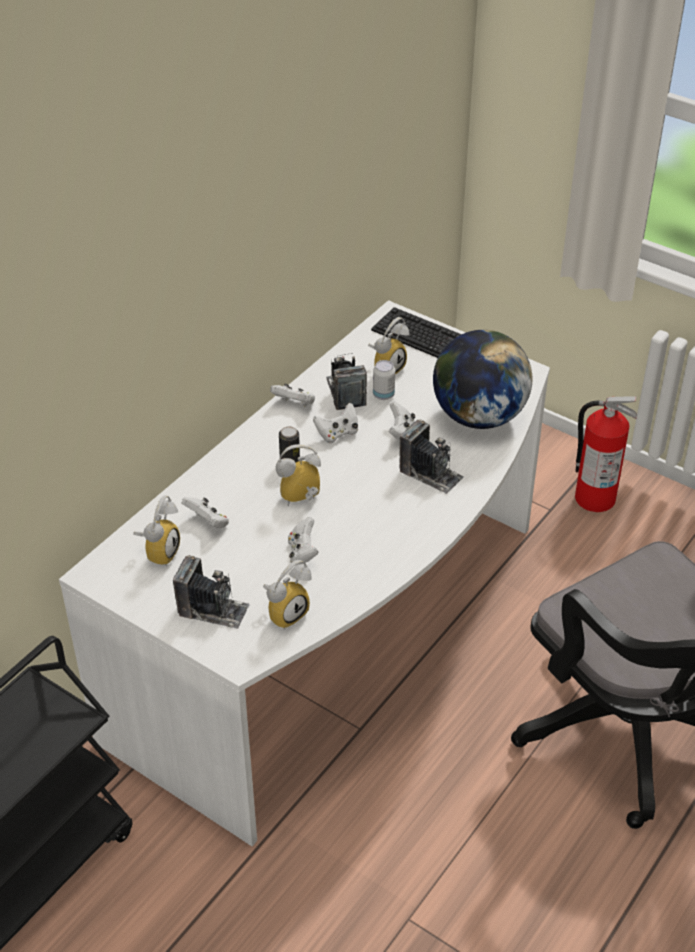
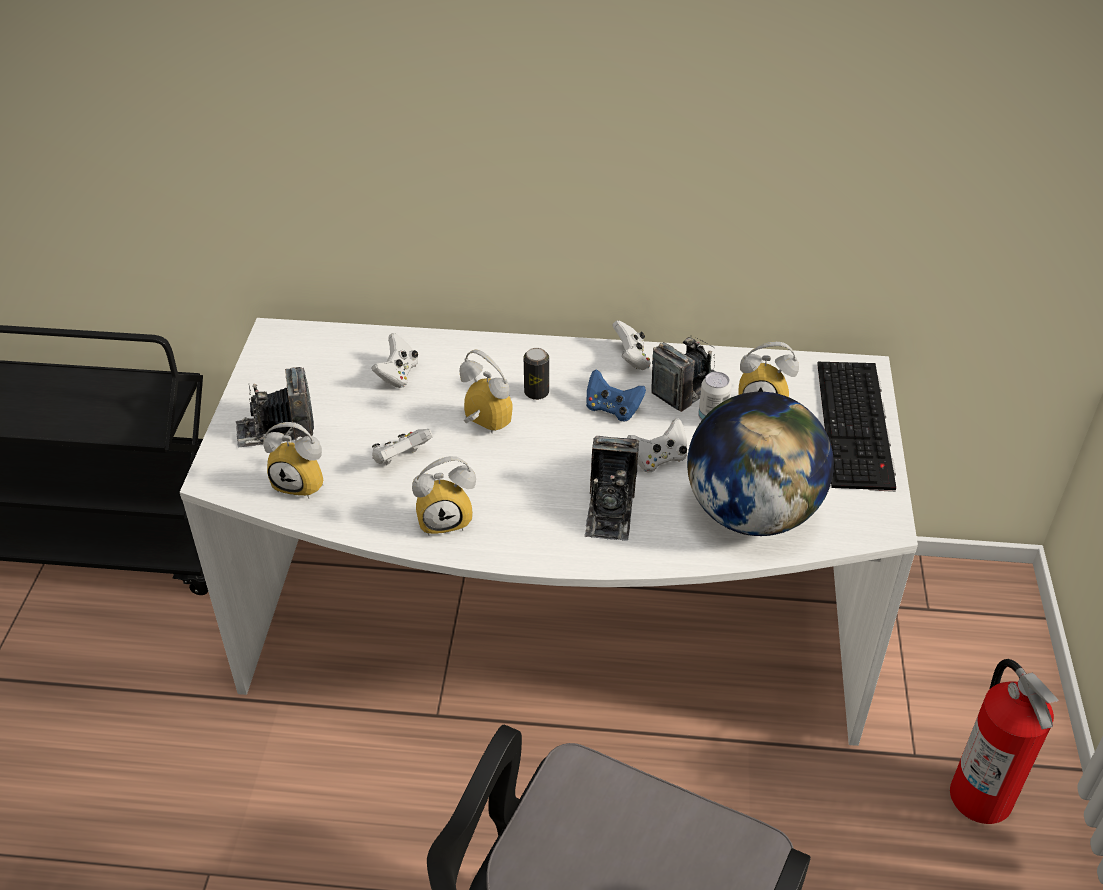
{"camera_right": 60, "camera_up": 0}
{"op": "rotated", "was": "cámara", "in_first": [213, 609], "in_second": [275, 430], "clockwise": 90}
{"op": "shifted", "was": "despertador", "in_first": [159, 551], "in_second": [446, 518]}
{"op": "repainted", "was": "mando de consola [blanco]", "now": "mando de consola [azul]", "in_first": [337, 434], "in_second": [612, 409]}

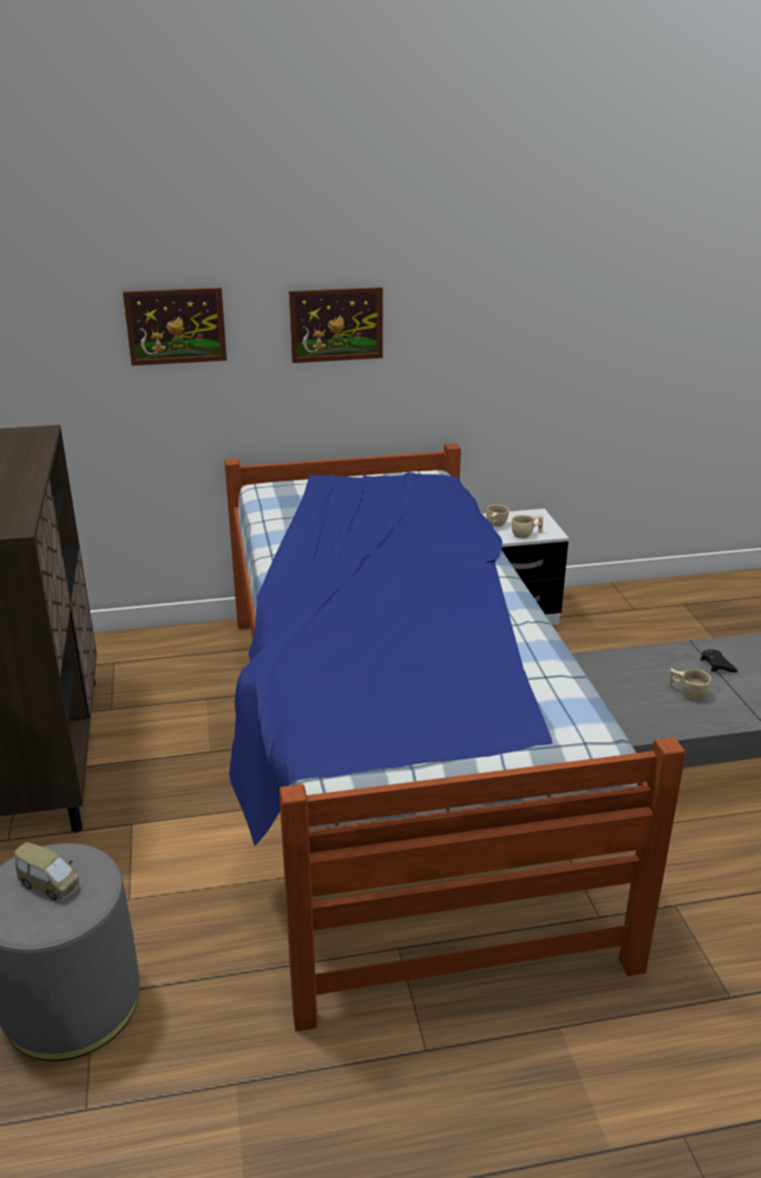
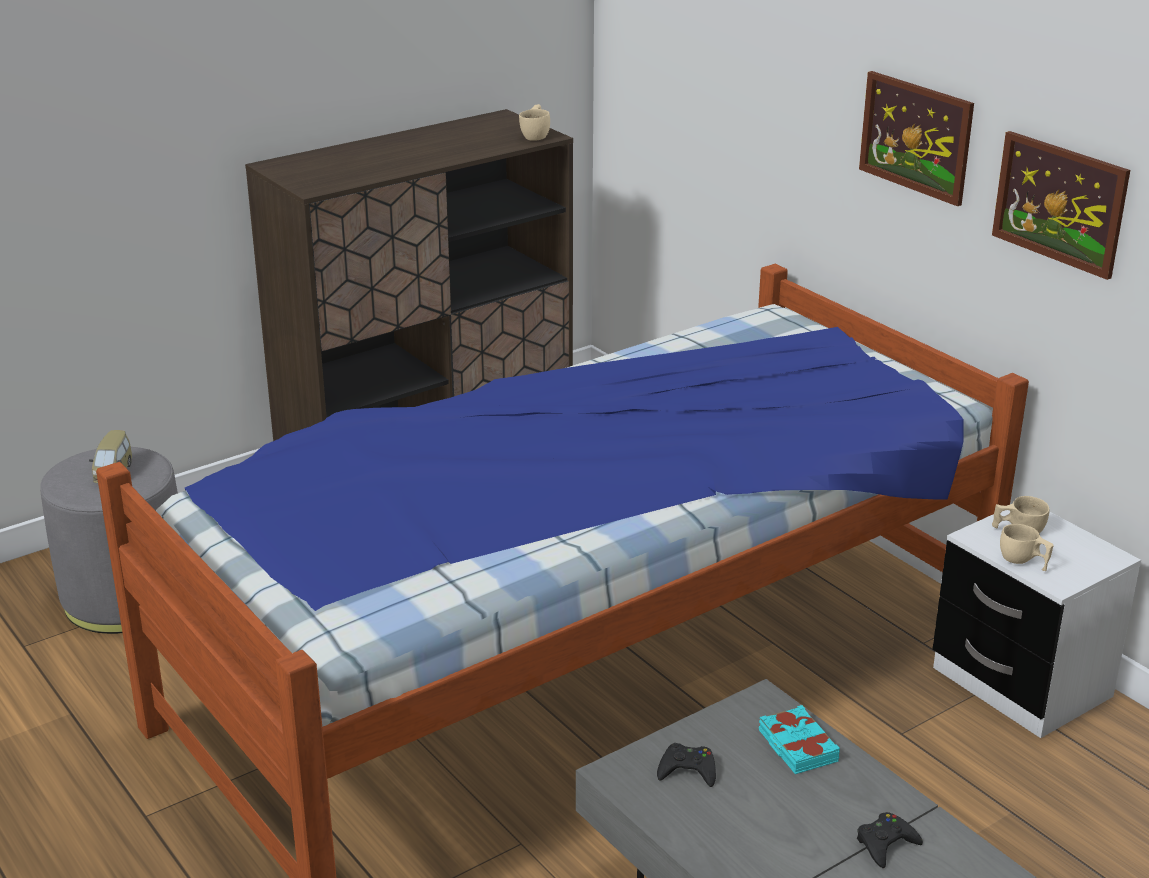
{"camera_right": 65, "camera_up": 0}
{"op": "shifted", "was": "taza [beis]", "in_first": [687, 692], "in_second": [536, 135]}
{"op": "new", "now": "mando de consola [negro]", "in_second": [687, 770]}
{"op": "new", "now": "libro [turquesa]", "in_second": [797, 746]}
{"op": "shifted", "was": "cuadro", "in_first": [176, 326], "in_second": [1059, 203]}

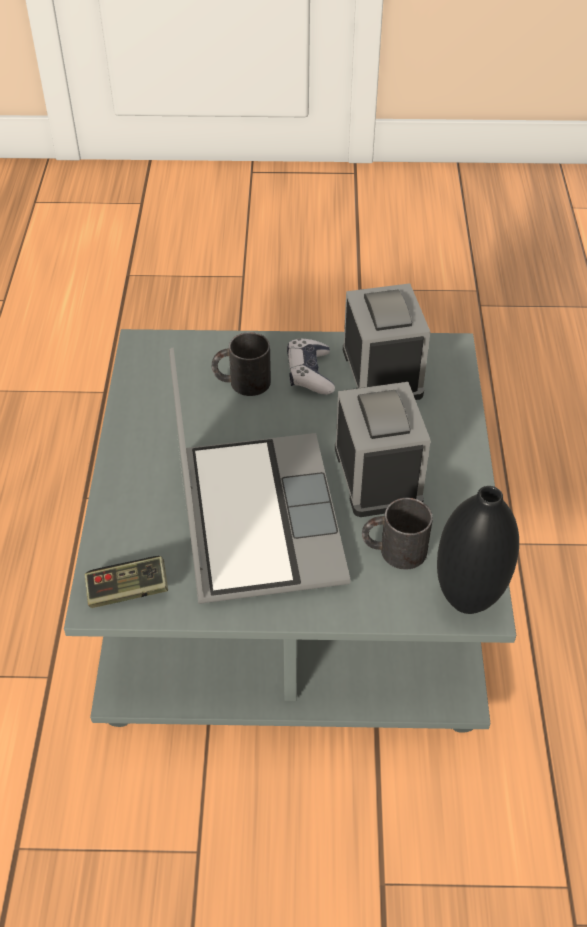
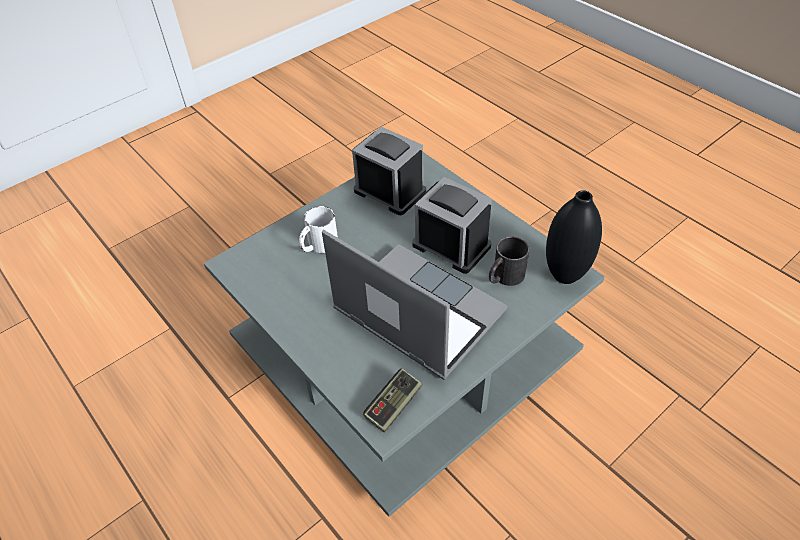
{"camera_right": -40, "camera_up": 0}
{"op": "repainted", "was": "taza grande [negro]", "now": "taza grande [blanco]", "in_first": [241, 382], "in_second": [318, 245]}
{"op": "gone", "was": "mando de consola", "in_first": [310, 374]}

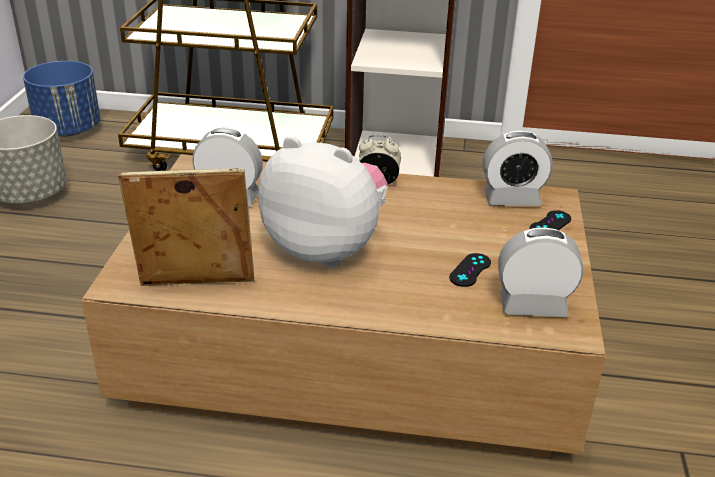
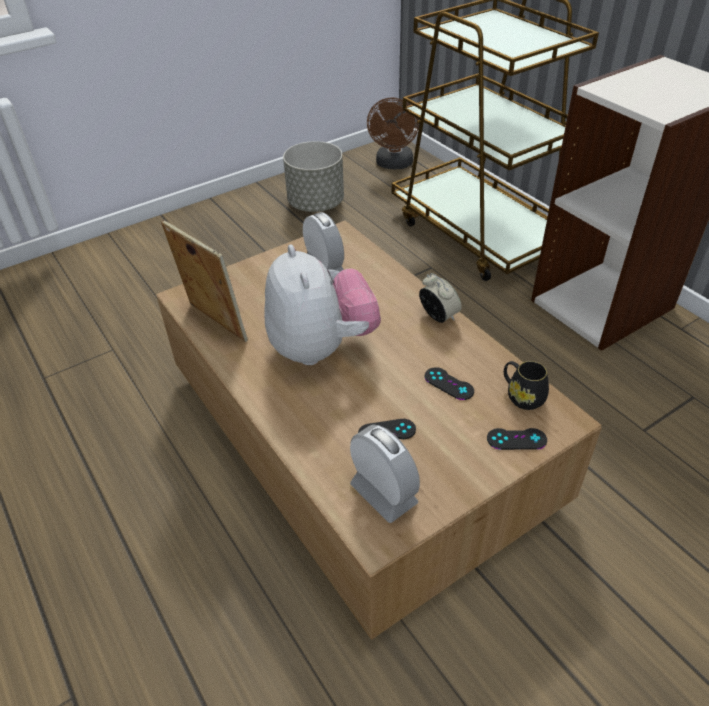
{"camera_right": 50, "camera_up": 10}
{"op": "swapped", "was": "maceta [azul]", "now": "ventilador [marrón]", "in_first": [69, 130], "in_second": [393, 165]}
{"op": "new", "now": "mando de consola [negro]", "in_second": [449, 384]}
{"op": "swapped", "was": "despertador", "now": "taza grande [negro]", "in_first": [512, 199], "in_second": [521, 396]}

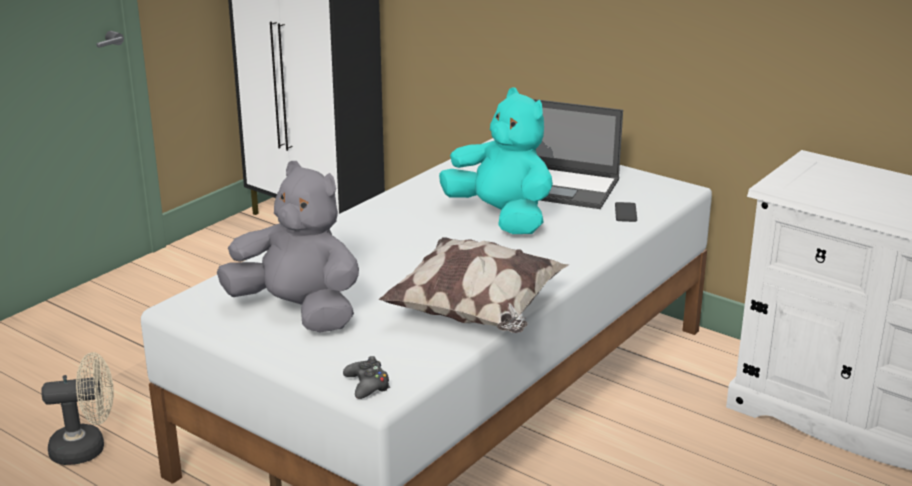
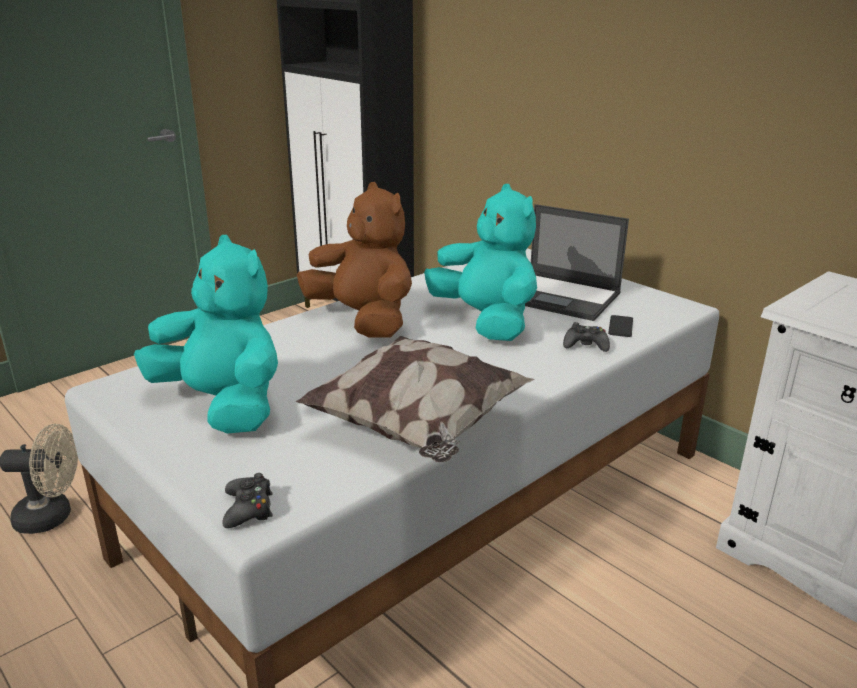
{"camera_right": 10, "camera_up": 0}
{"op": "repainted", "was": "peluche [gris]", "now": "peluche [turquesa]", "in_first": [298, 312], "in_second": [223, 405]}
{"op": "new", "now": "peluche [marrón]", "in_second": [363, 320]}
{"op": "new", "now": "mando de consola [negro]", "in_second": [585, 345]}

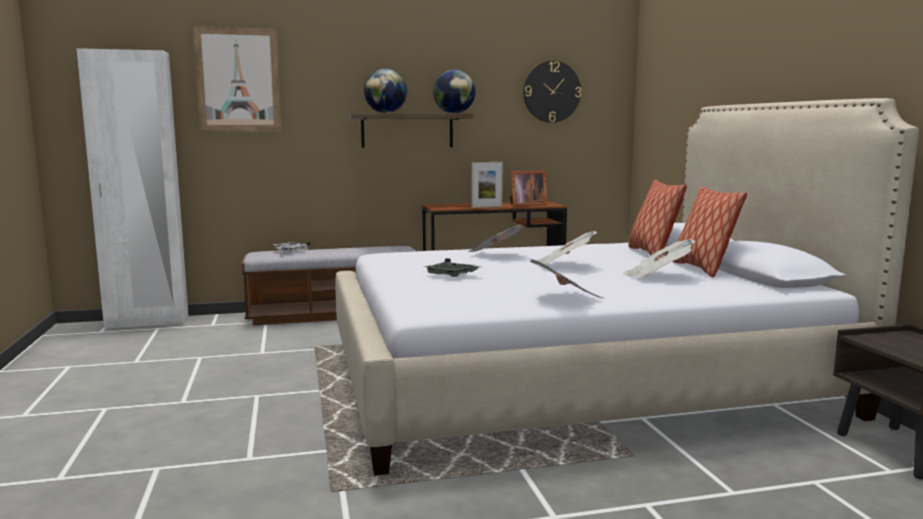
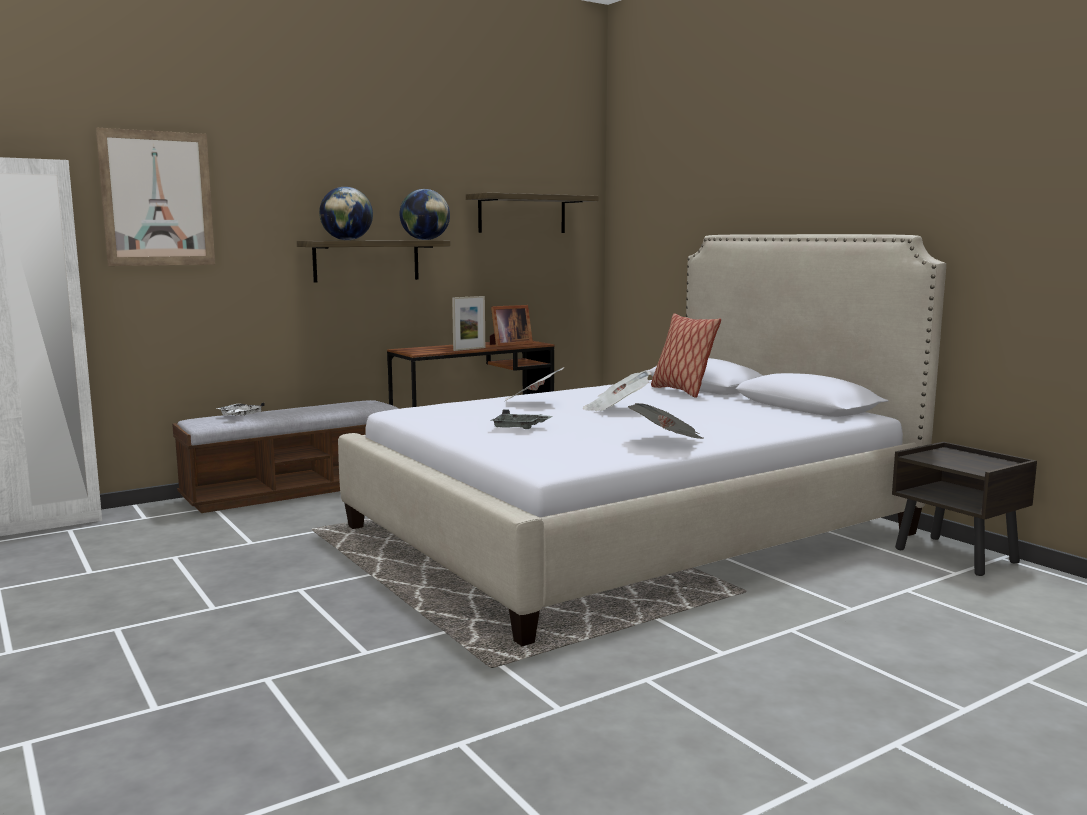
{"camera_right": -20, "camera_up": 0}
{"op": "swapped", "was": "reloj de pared", "now": "estante", "in_first": [551, 91], "in_second": [522, 214]}
{"op": "gone", "was": "periódico", "in_first": [657, 276]}
{"op": "gone", "was": "cojín", "in_first": [702, 269]}

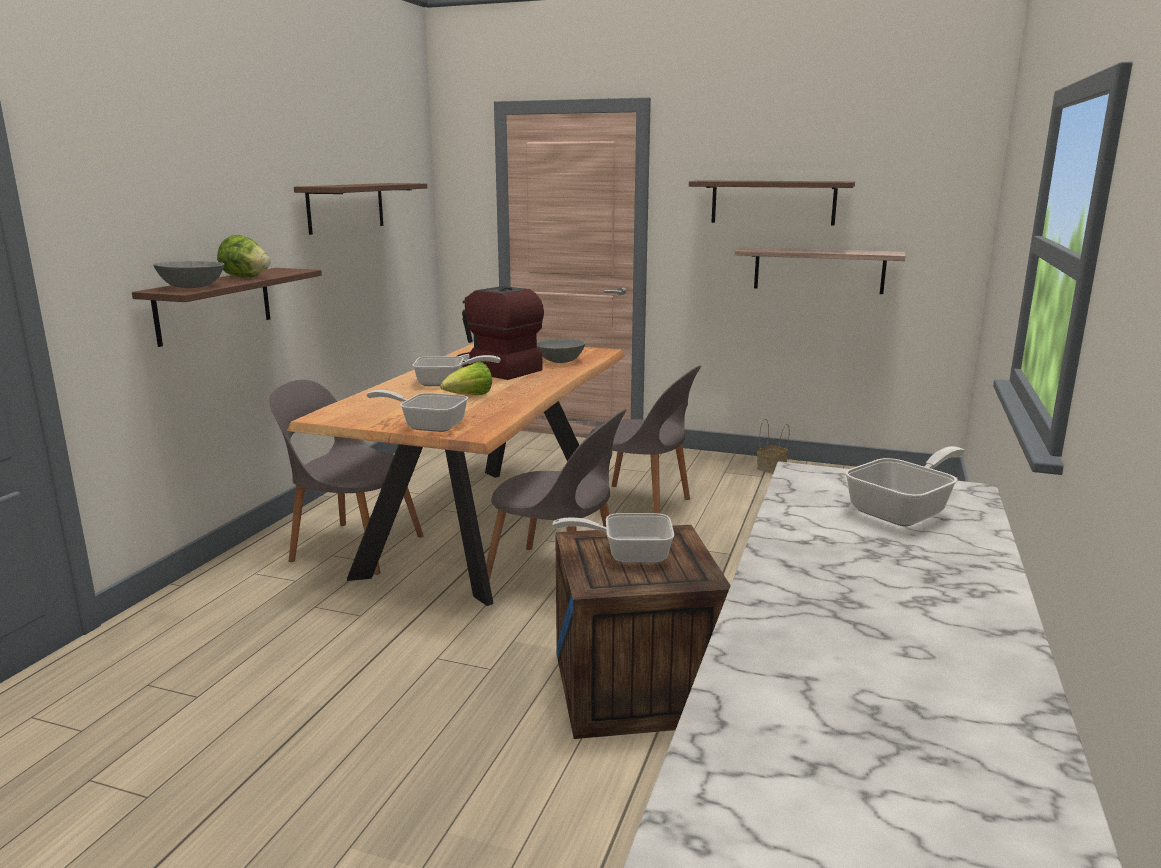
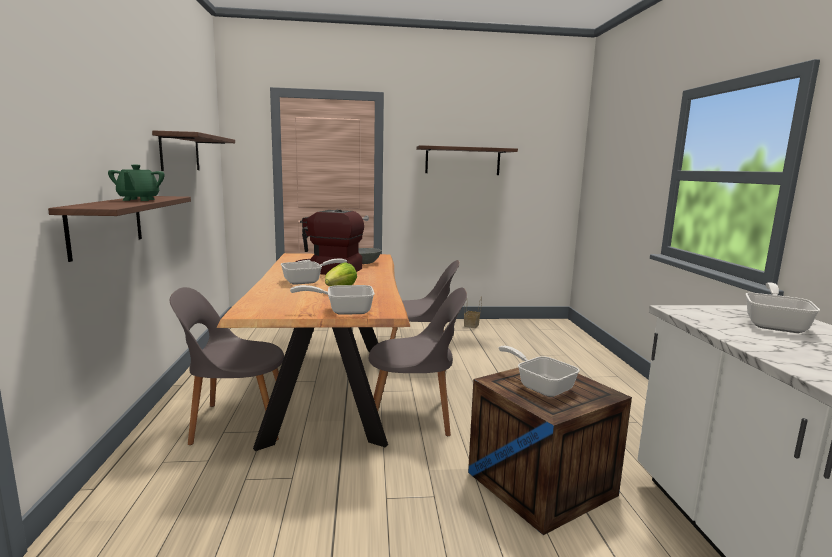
{"camera_right": -25, "camera_up": -5}
{"op": "swapped", "was": "lechuga", "now": "tetera [verde]", "in_first": [245, 277], "in_second": [138, 200]}
{"op": "rotated", "was": "sartén", "in_first": [627, 554], "in_second": [540, 386], "clockwise": 75}
{"op": "gone", "was": "cuenco [gris]", "in_first": [191, 287]}
{"op": "gone", "was": "estante", "in_first": [818, 270]}

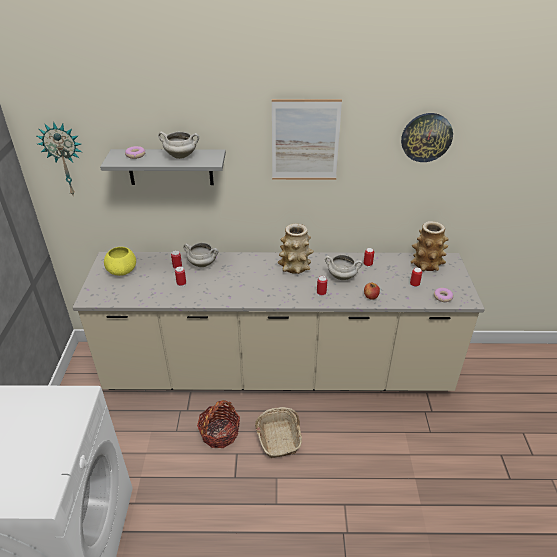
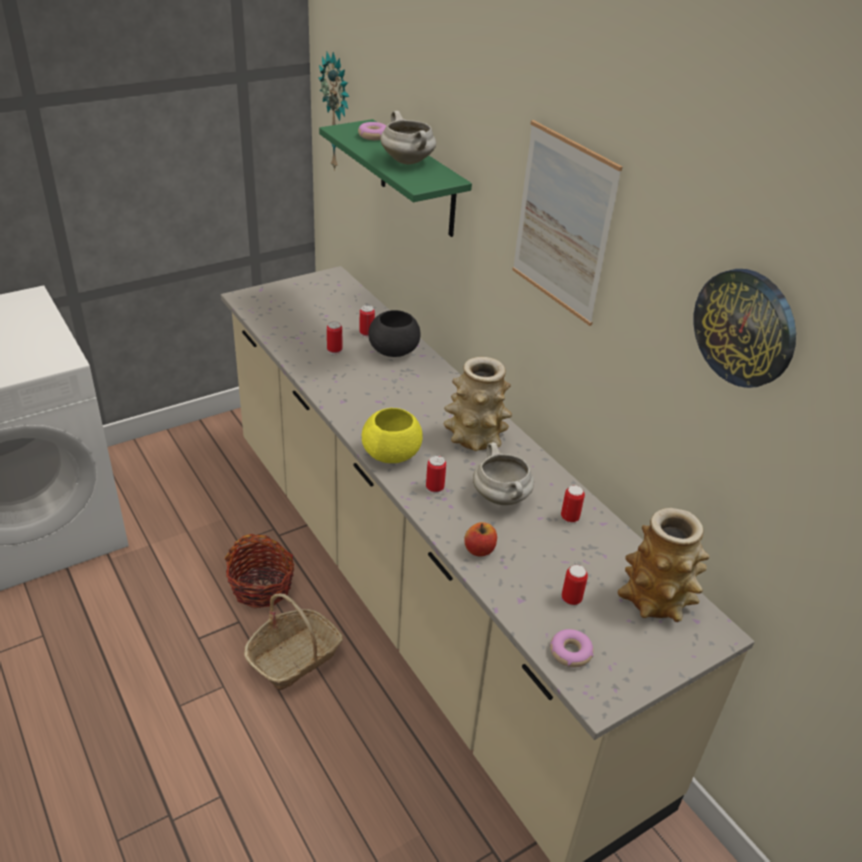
{"camera_right": 55, "camera_up": 0}
{"op": "repainted", "was": "estante [gris]", "now": "estante [verde]", "in_first": [170, 167], "in_second": [417, 179]}
{"op": "shifted", "was": "cuenco [amarillo]", "in_first": [122, 270], "in_second": [392, 454]}
{"op": "swapped", "was": "olla [blanco]", "now": "cuenco [negro]", "in_first": [203, 264], "in_second": [394, 350]}

